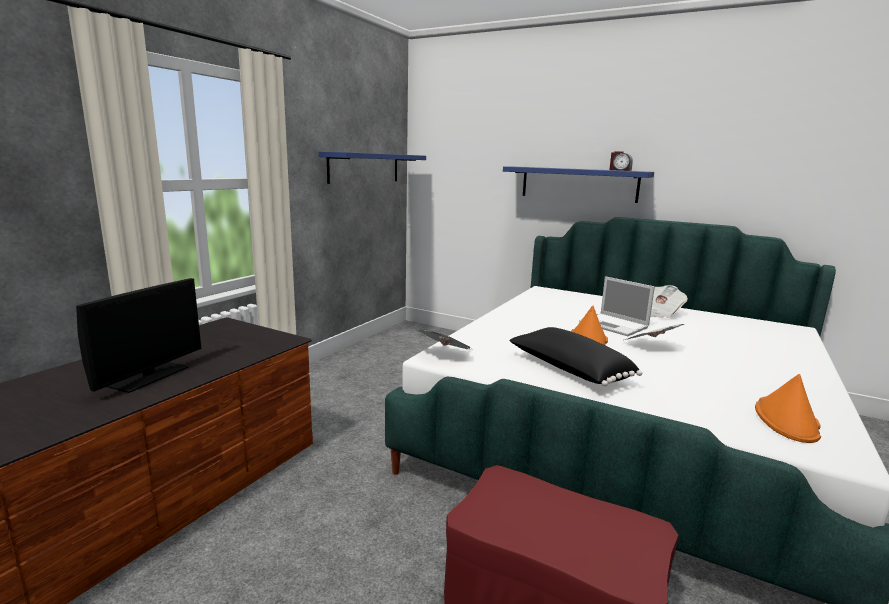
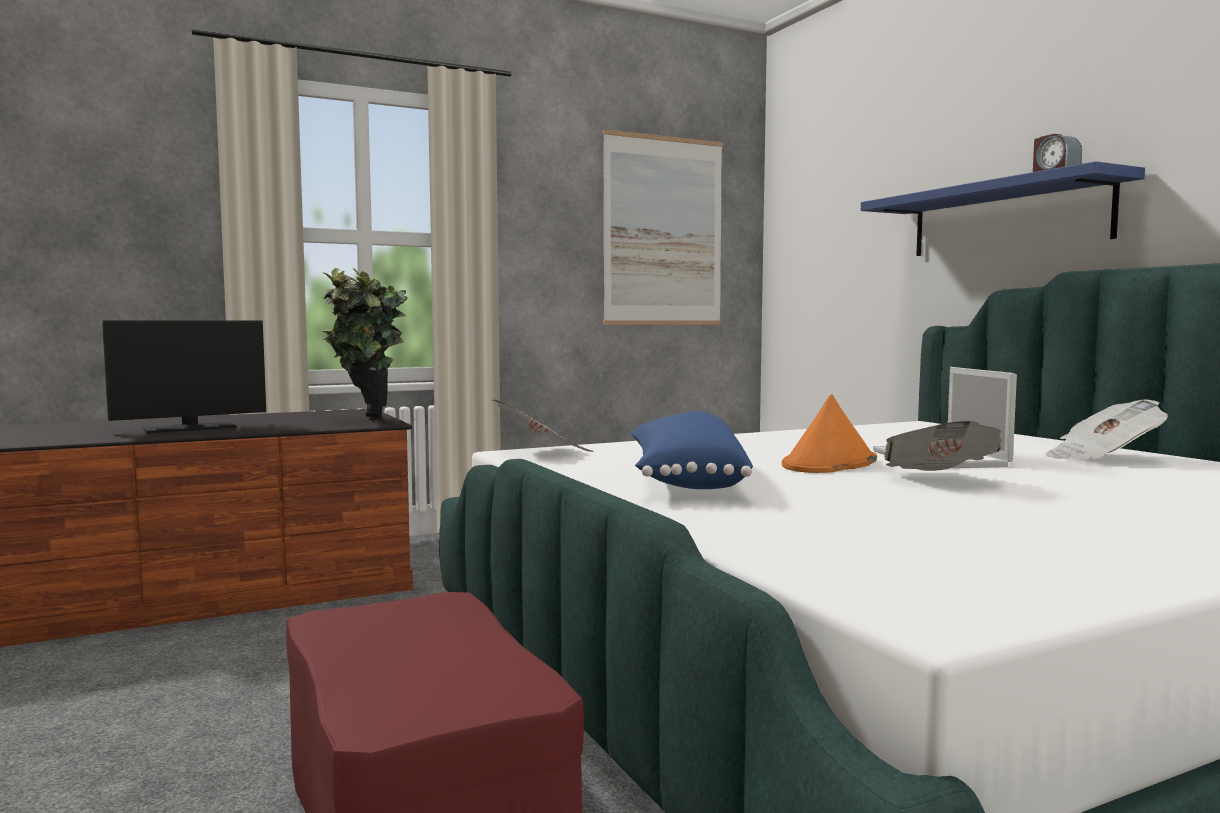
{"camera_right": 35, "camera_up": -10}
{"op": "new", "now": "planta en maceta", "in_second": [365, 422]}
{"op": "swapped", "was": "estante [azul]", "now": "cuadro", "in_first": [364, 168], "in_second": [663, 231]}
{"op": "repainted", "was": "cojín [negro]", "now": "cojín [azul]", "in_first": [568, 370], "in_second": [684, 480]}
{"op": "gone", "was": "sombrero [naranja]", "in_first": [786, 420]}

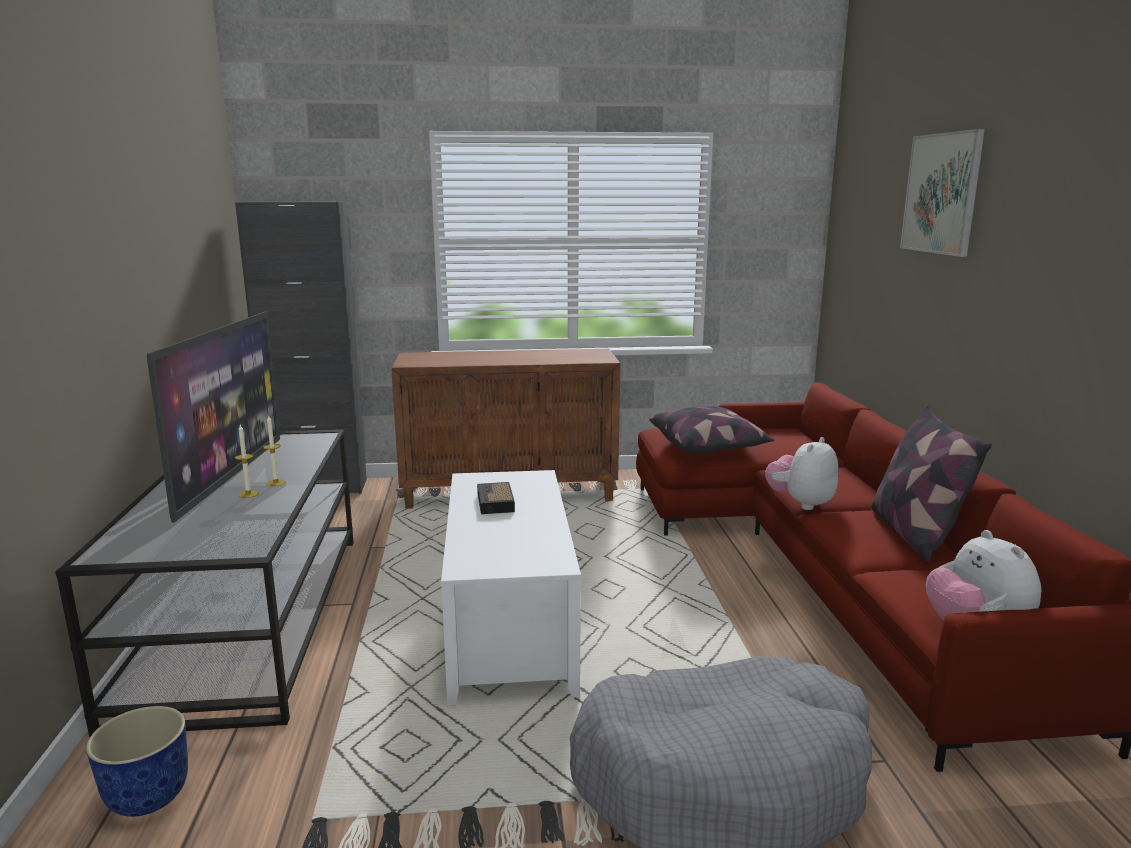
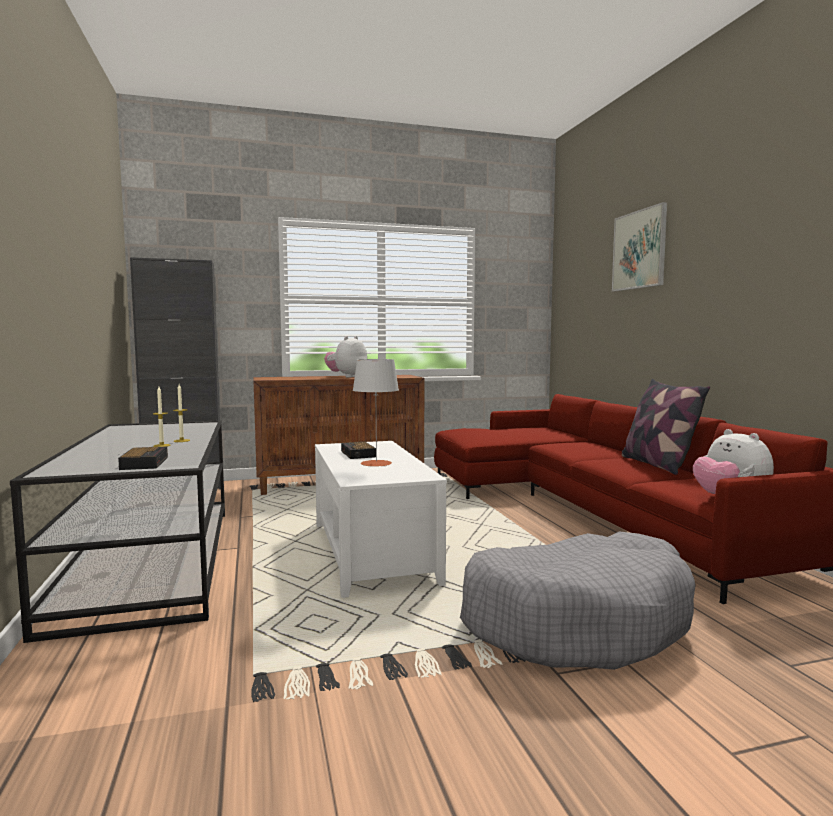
{"camera_right": -10, "camera_up": -10}
{"op": "new", "now": "despertador", "in_second": [145, 463]}
{"op": "shifted", "was": "peluche", "in_first": [801, 503], "in_second": [346, 376]}
{"op": "new", "now": "lámpara de mesa [gris]", "in_second": [376, 463]}
{"op": "gone", "was": "maceta", "in_first": [147, 797]}
{"op": "gone", "was": "televisor", "in_first": [229, 475]}
{"op": "gone", "was": "cojín", "in_first": [708, 446]}

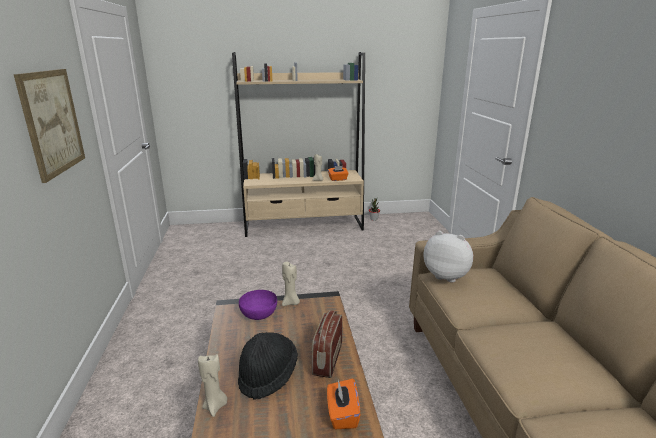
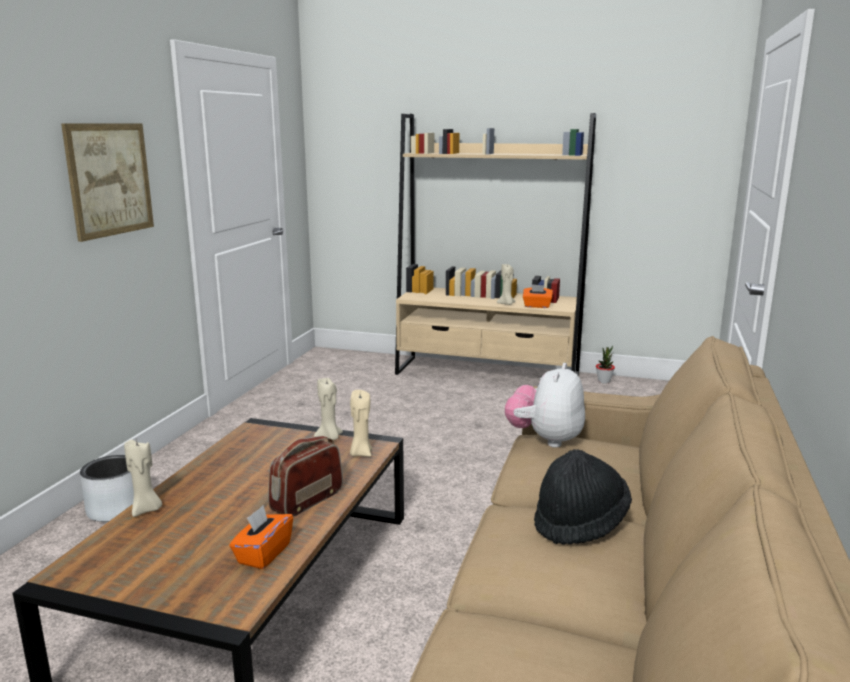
{"camera_right": 25, "camera_up": -5}
{"op": "new", "now": "maceta [gris]", "in_second": [115, 509]}
{"op": "new", "now": "vela [beis]", "in_second": [360, 453]}
{"op": "rotated", "was": "peluche", "in_first": [447, 276], "in_second": [545, 439], "clockwise": -120}
{"op": "shifted", "was": "sombrero [negro]", "in_first": [268, 375], "in_second": [580, 523]}
{"op": "gone", "was": "cuenco [morado]", "in_first": [259, 314]}

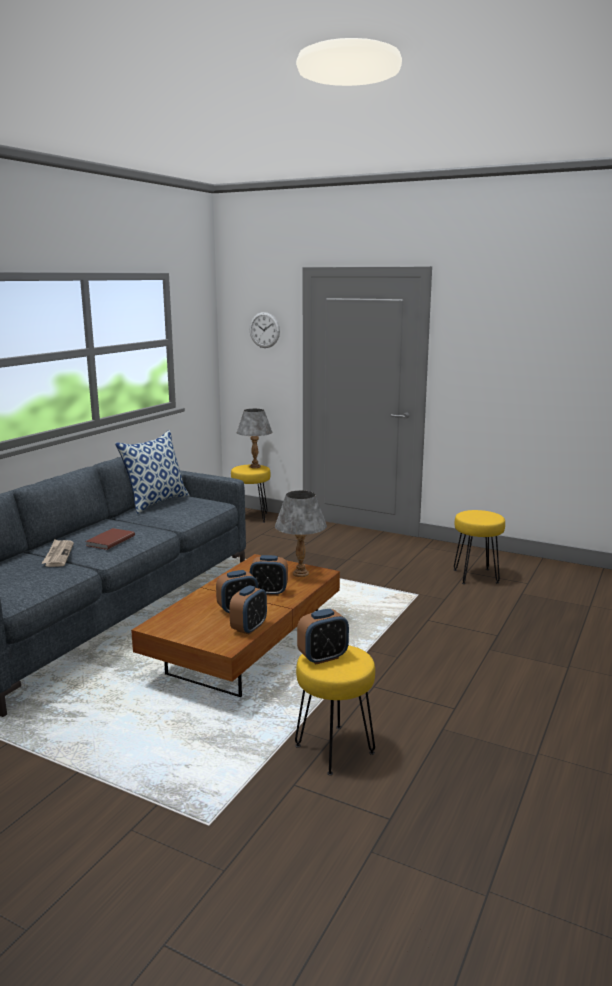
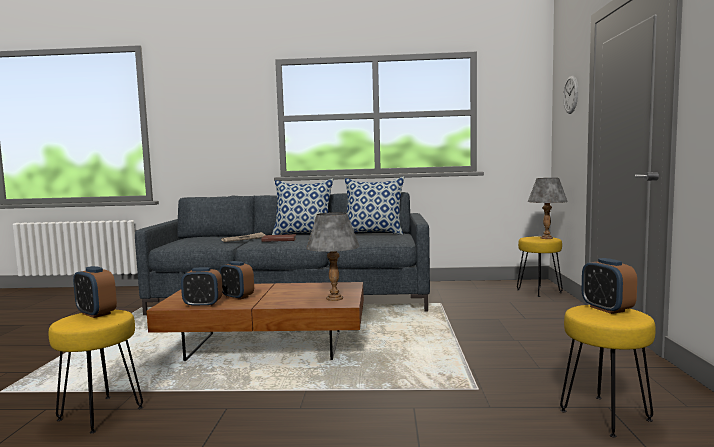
{"camera_right": 65, "camera_up": -10}
{"op": "new", "now": "cojín", "in_second": [303, 235]}
{"op": "shifted", "was": "despertador", "in_first": [269, 592], "in_second": [607, 309]}

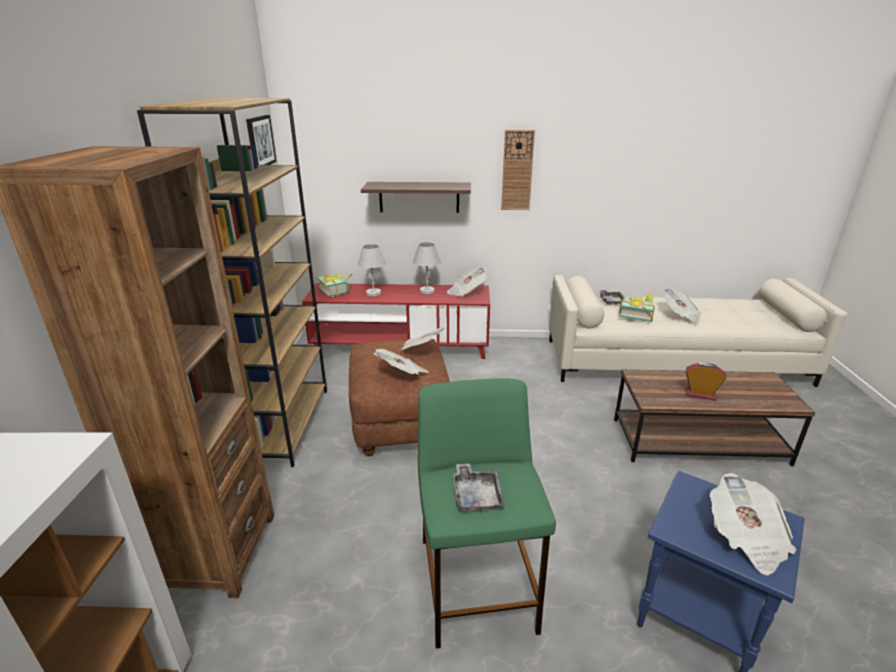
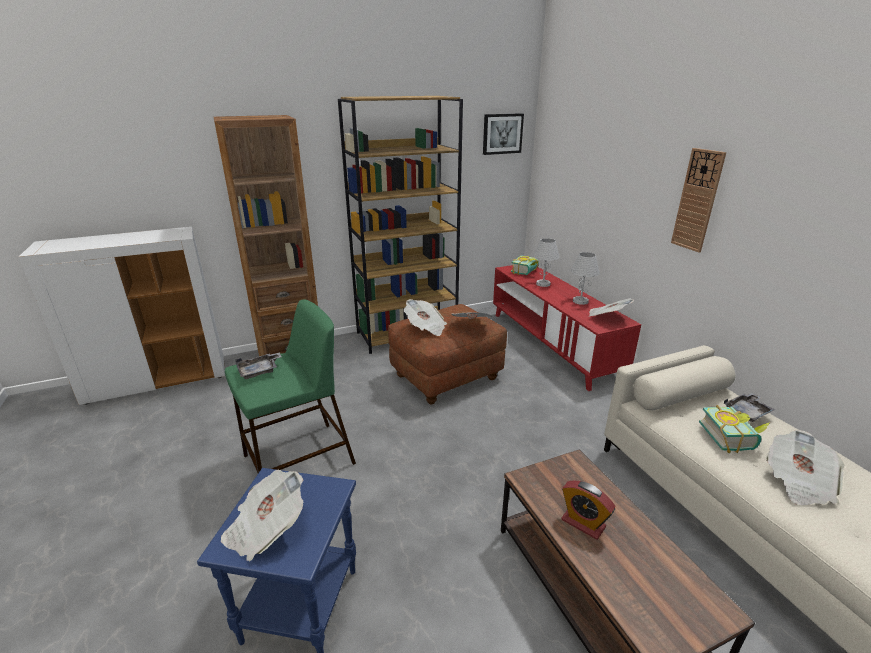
{"camera_right": 65, "camera_up": 0}
{"op": "rotated", "was": "despertador", "in_first": [700, 394], "in_second": [583, 523], "clockwise": 135}
{"op": "gone", "was": "estante", "in_first": [419, 197]}

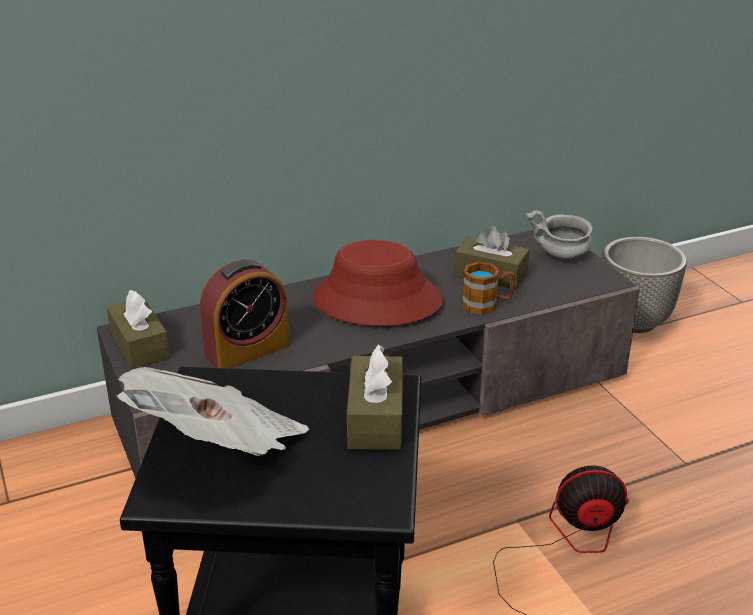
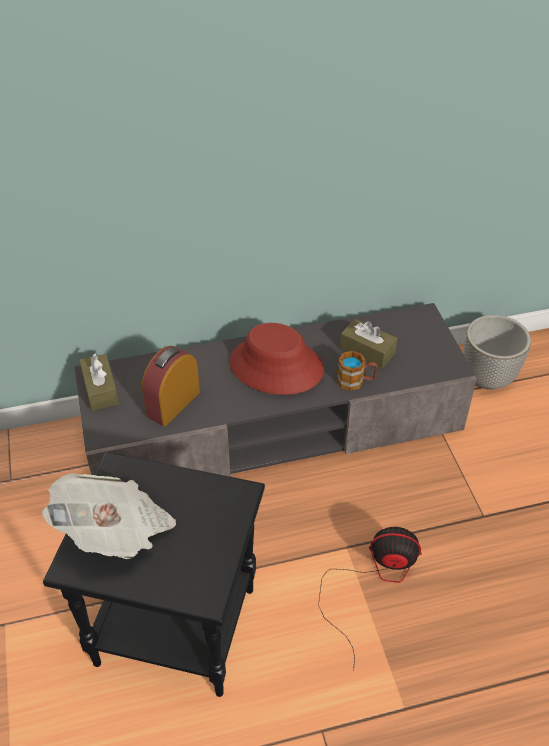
{"camera_right": 10, "camera_up": 15}
{"op": "rotated", "was": "despertador", "in_first": [247, 350], "in_second": [173, 403], "clockwise": 150}
{"op": "gone", "was": "caja de pañuelos [marrón]", "in_first": [375, 418]}
{"op": "gone", "was": "cuenco [gris]", "in_first": [562, 255]}

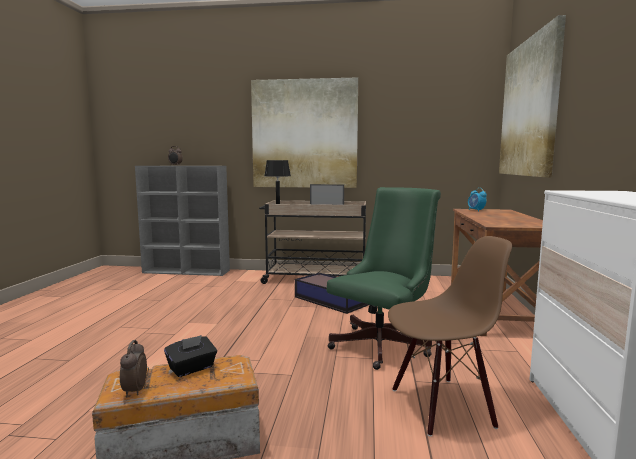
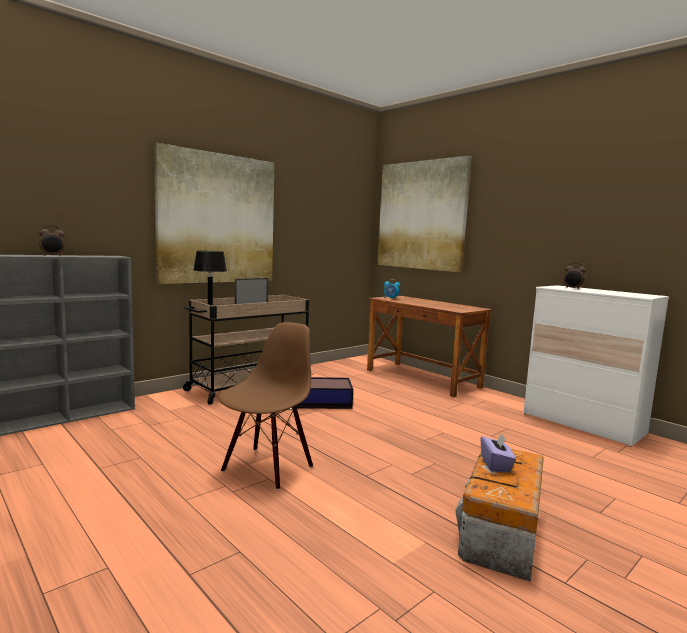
{"camera_right": -50, "camera_up": 0}
{"op": "shifted", "was": "silla [marrón]", "in_first": [441, 406], "in_second": [267, 468]}
{"op": "repainted", "was": "caja de pañuelos [negro]", "now": "caja de pañuelos [morado]", "in_first": [192, 368], "in_second": [496, 465]}
{"op": "shifted", "was": "despertador", "in_first": [134, 391], "in_second": [572, 289]}
{"op": "gone", "was": "silla de oficina [verde]", "in_first": [384, 344]}

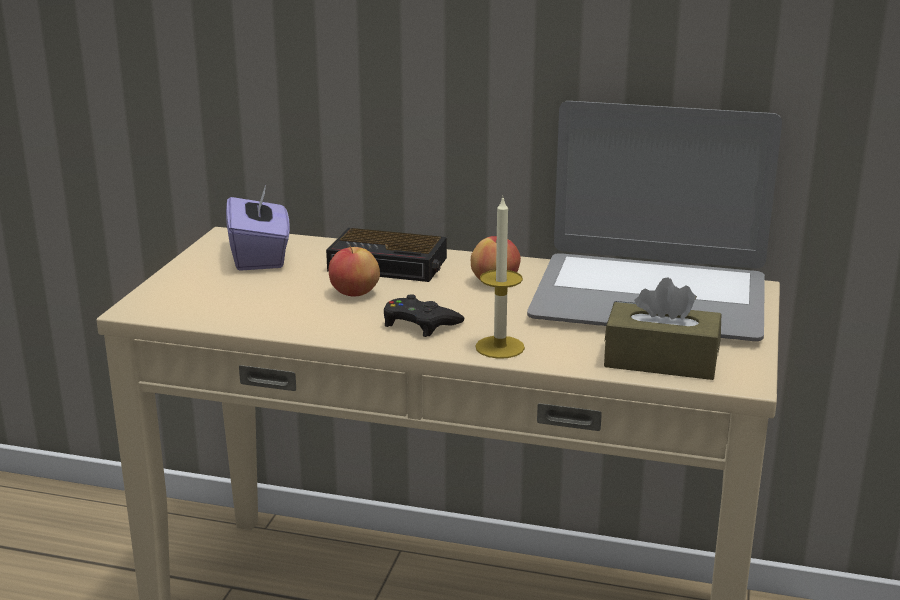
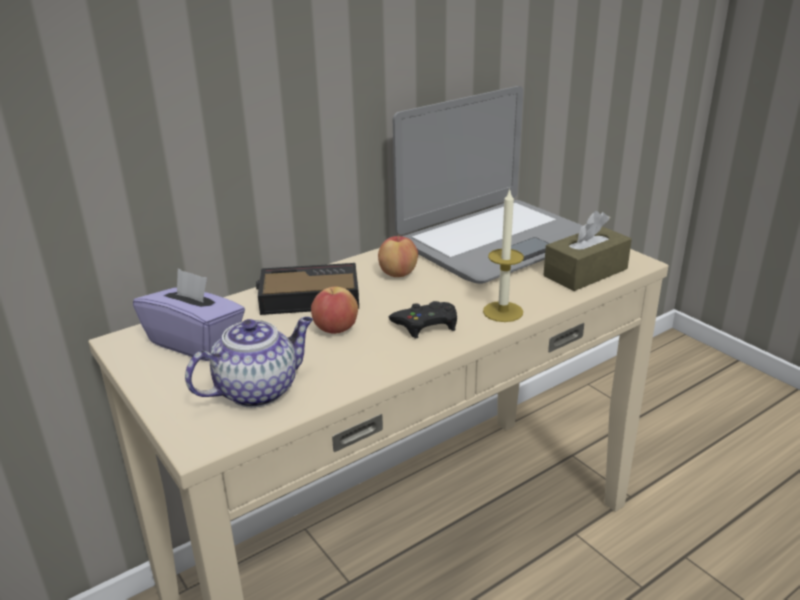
{"camera_right": -50, "camera_up": 5}
{"op": "new", "now": "tetera", "in_second": [258, 390]}
{"op": "rotated", "was": "despertador", "in_first": [390, 264], "in_second": [307, 297], "clockwise": -150}

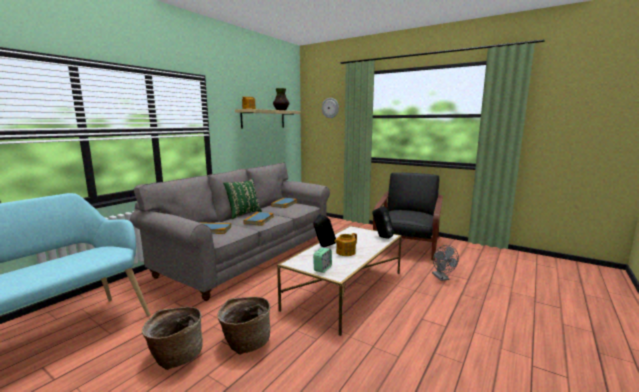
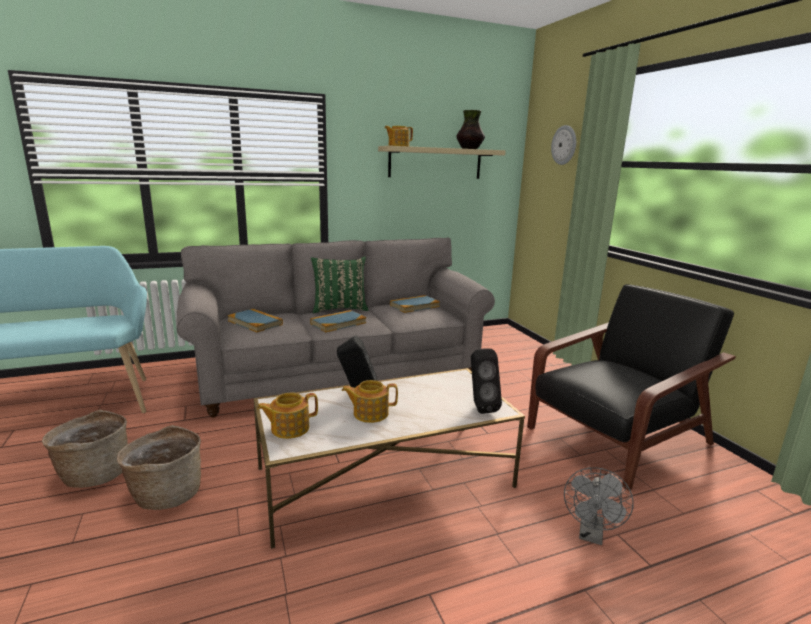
{"camera_right": 35, "camera_up": 5}
{"op": "swapped", "was": "despertador", "now": "tetera", "in_first": [322, 269], "in_second": [289, 428]}

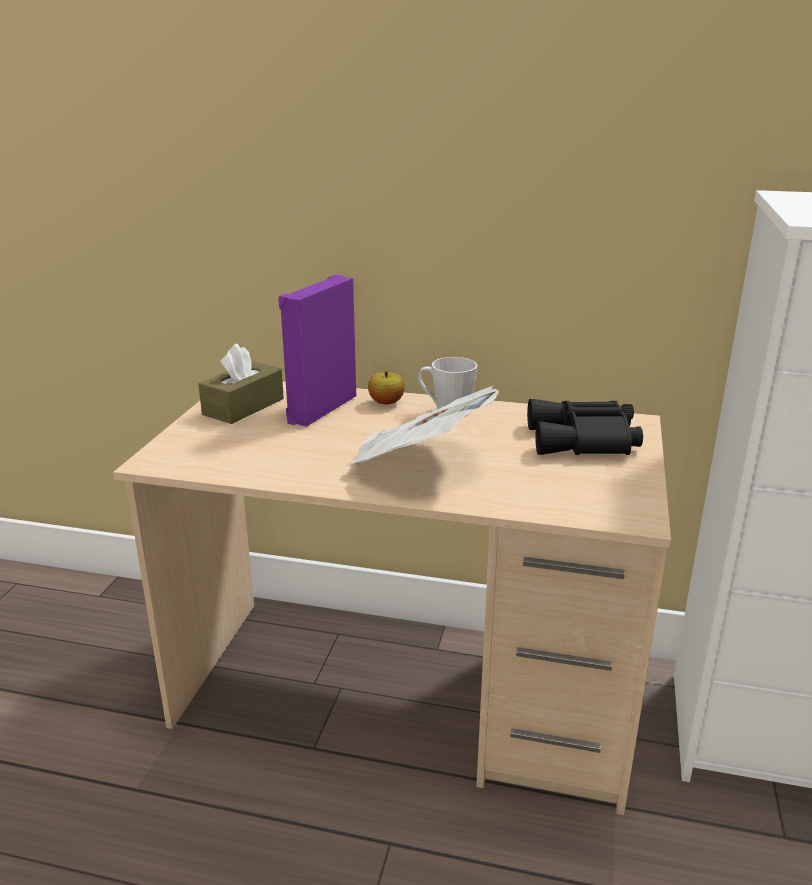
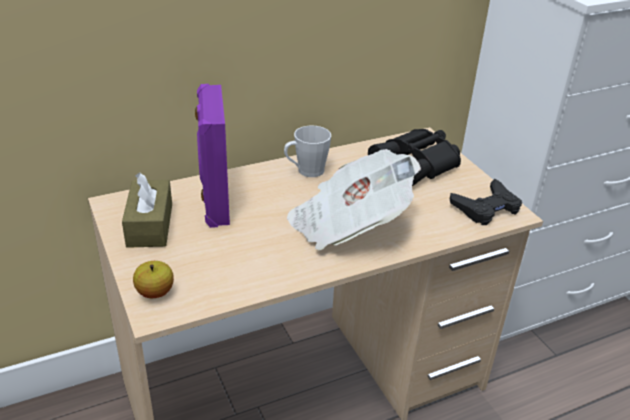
{"camera_right": -40, "camera_up": 10}
{"op": "shifted", "was": "manzana", "in_first": [386, 402], "in_second": [155, 292]}
{"op": "new", "now": "mando de consola [negro]", "in_second": [486, 208]}

